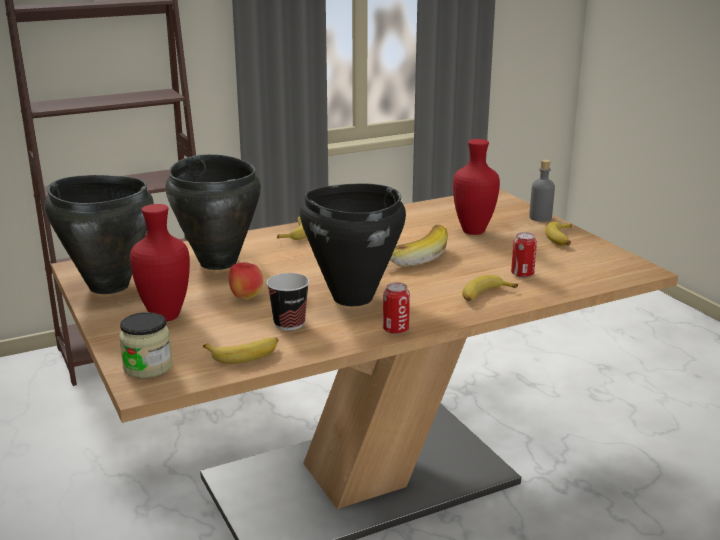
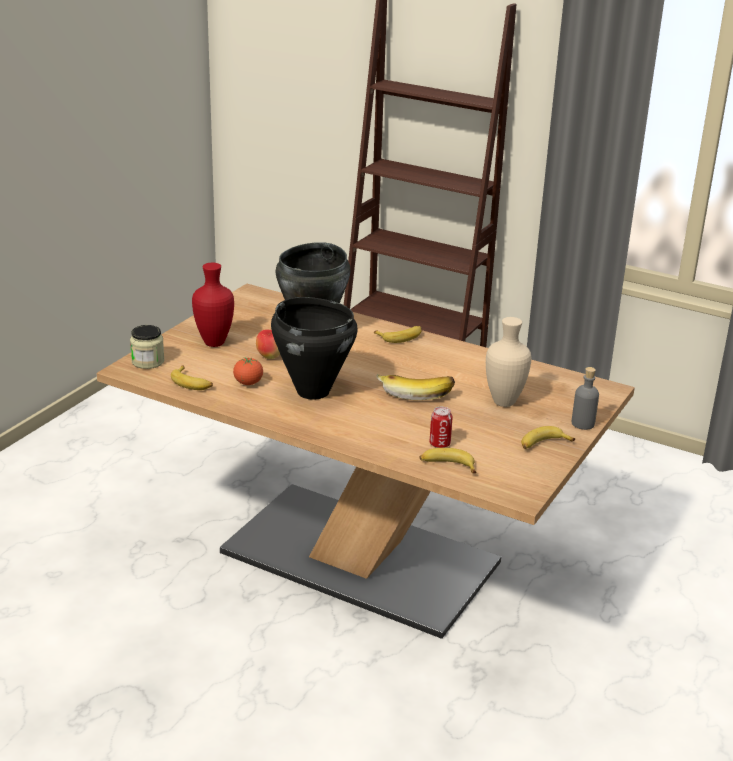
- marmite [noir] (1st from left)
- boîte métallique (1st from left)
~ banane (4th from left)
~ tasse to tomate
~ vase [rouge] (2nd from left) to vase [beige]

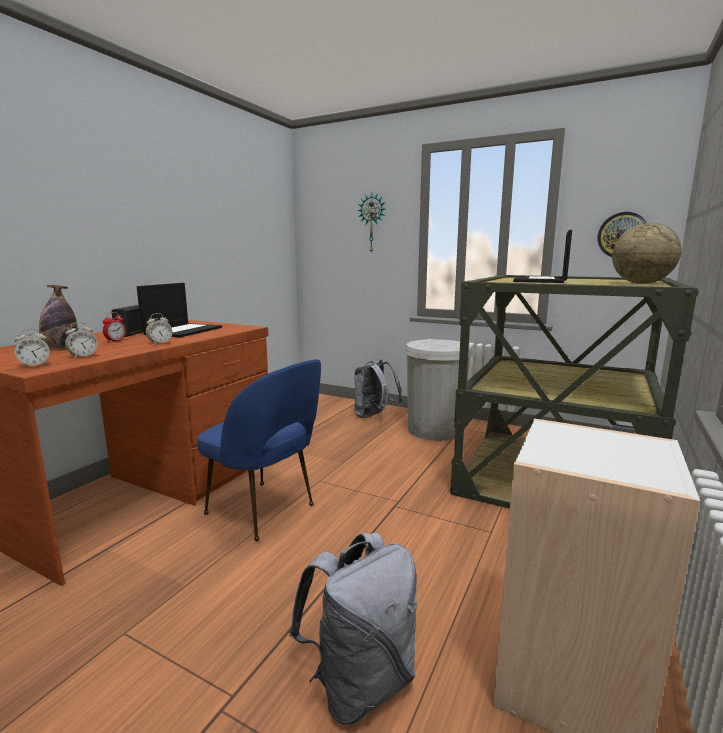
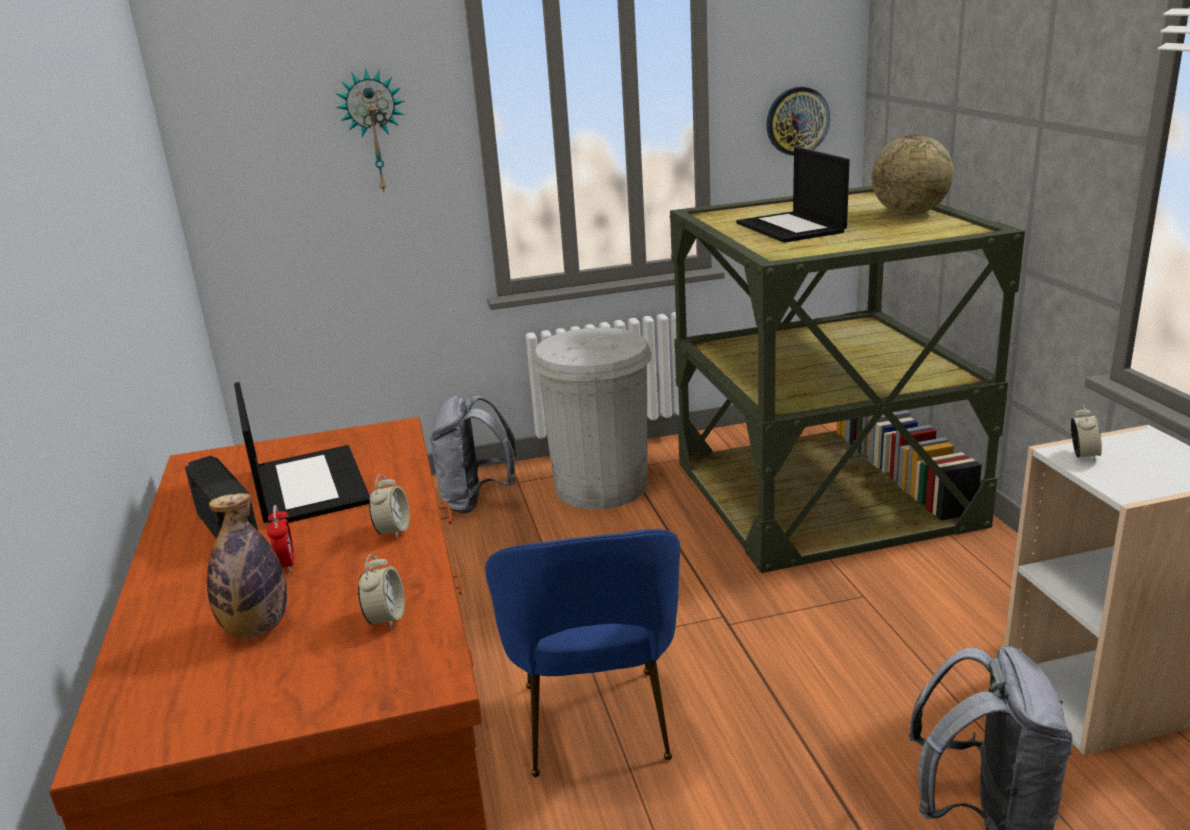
~ réveil (1st from left in the first image) to réveil (4th from left)
~ chaise [bleu] 90 degrees clockwise

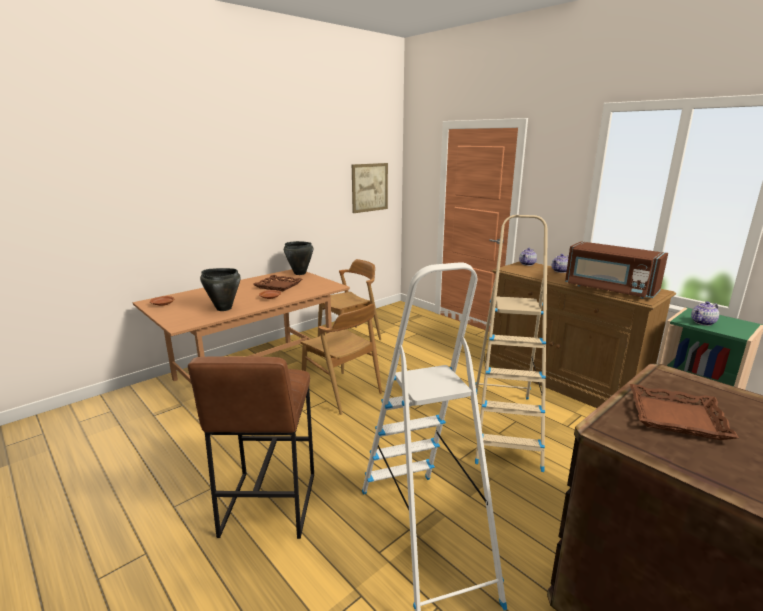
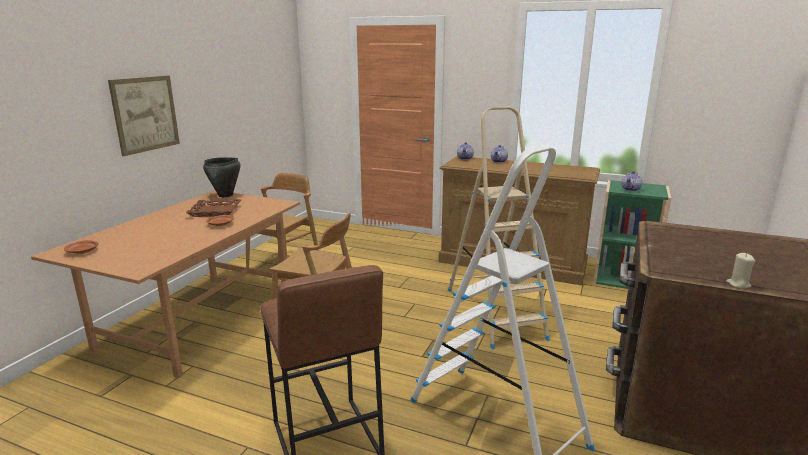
- marmite [noir] (1st from left)
- micro-ondes [marron]
- plateau [marron] (2nd from left)
+ bougie [beige]
~ tableau

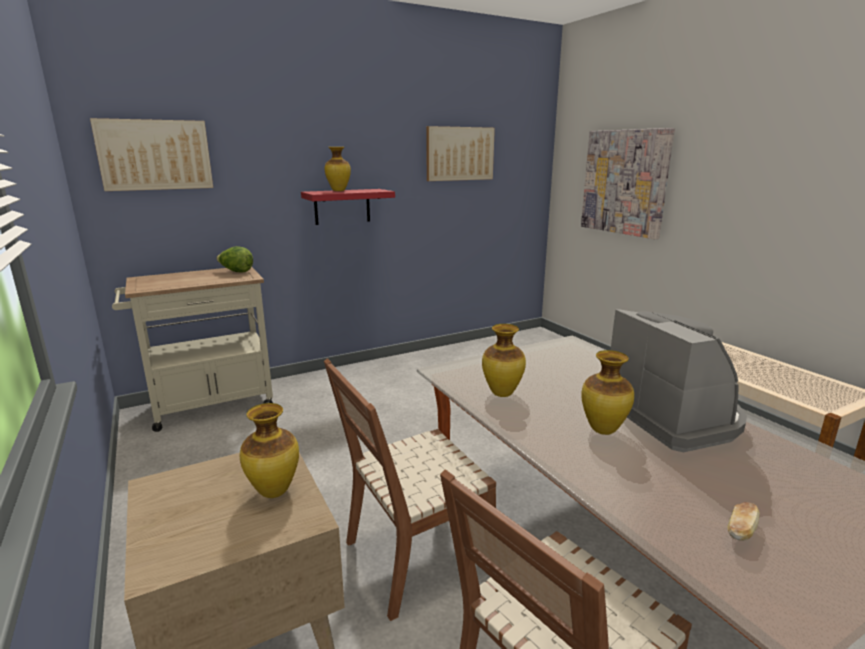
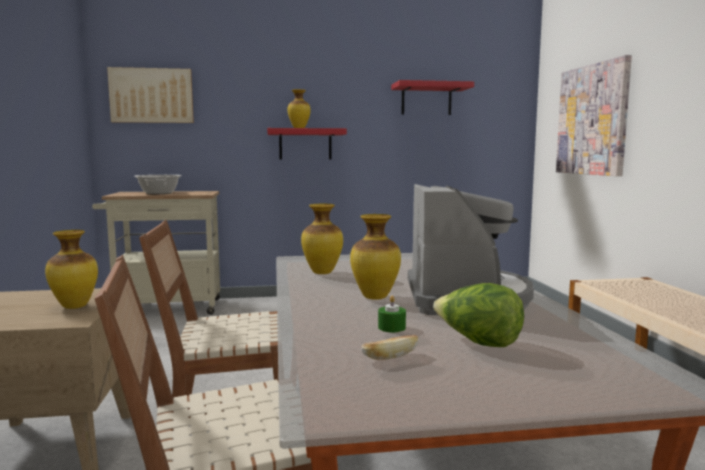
+ marmite
+ bougie [vert]
~ laitue
~ tableau (2nd from left) to étagère [rouge] (2nd from left)

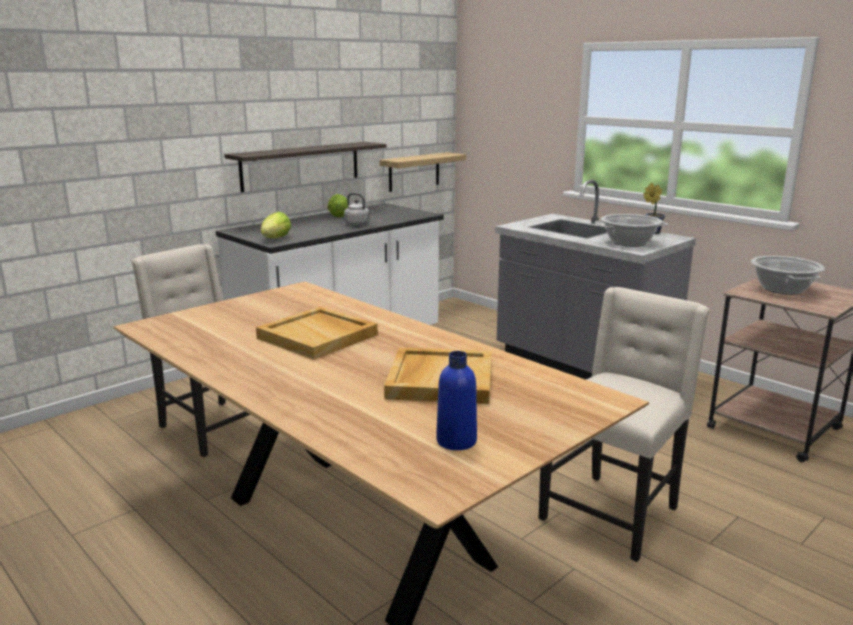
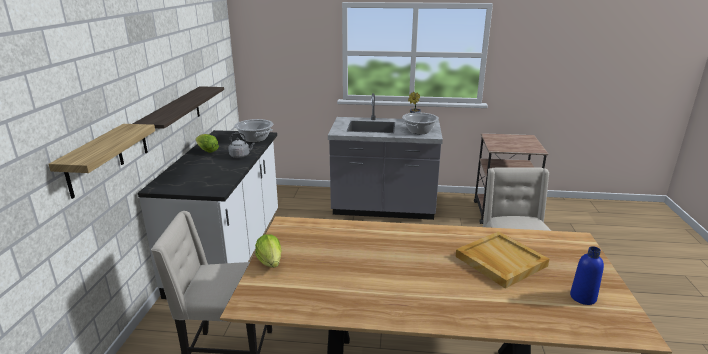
- plateau [beige] (1st from left)
~ laitue (1st from left in the first image) to laitue (2nd from left)
~ étagère (2nd from left in the first image) to étagère (1st from left)
~ marmite (2nd from left in the first image) to marmite (1st from left)

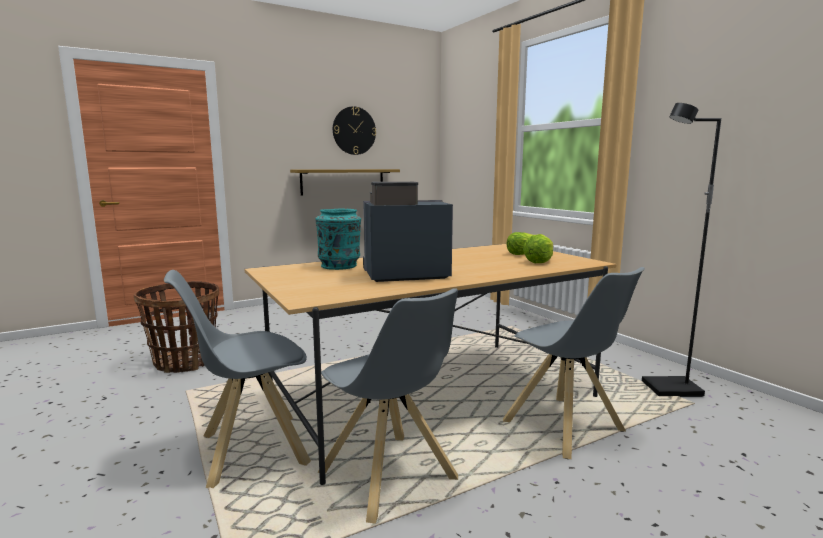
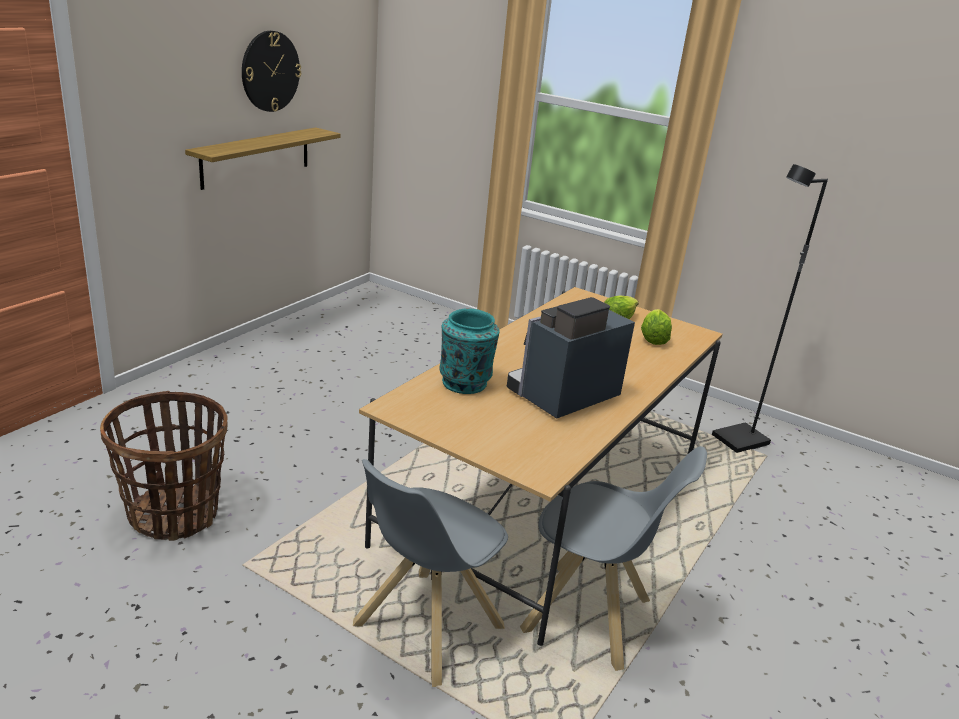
- chaise [gris] (3rd from left)

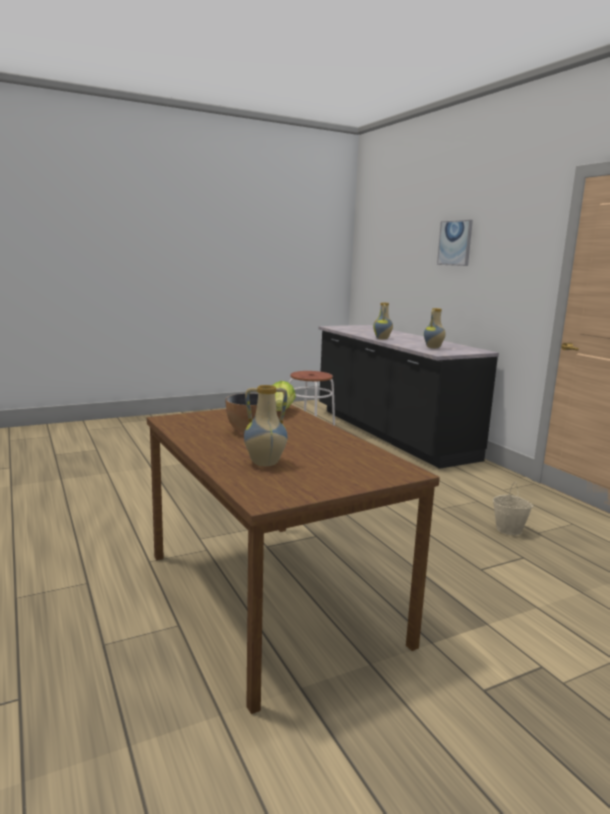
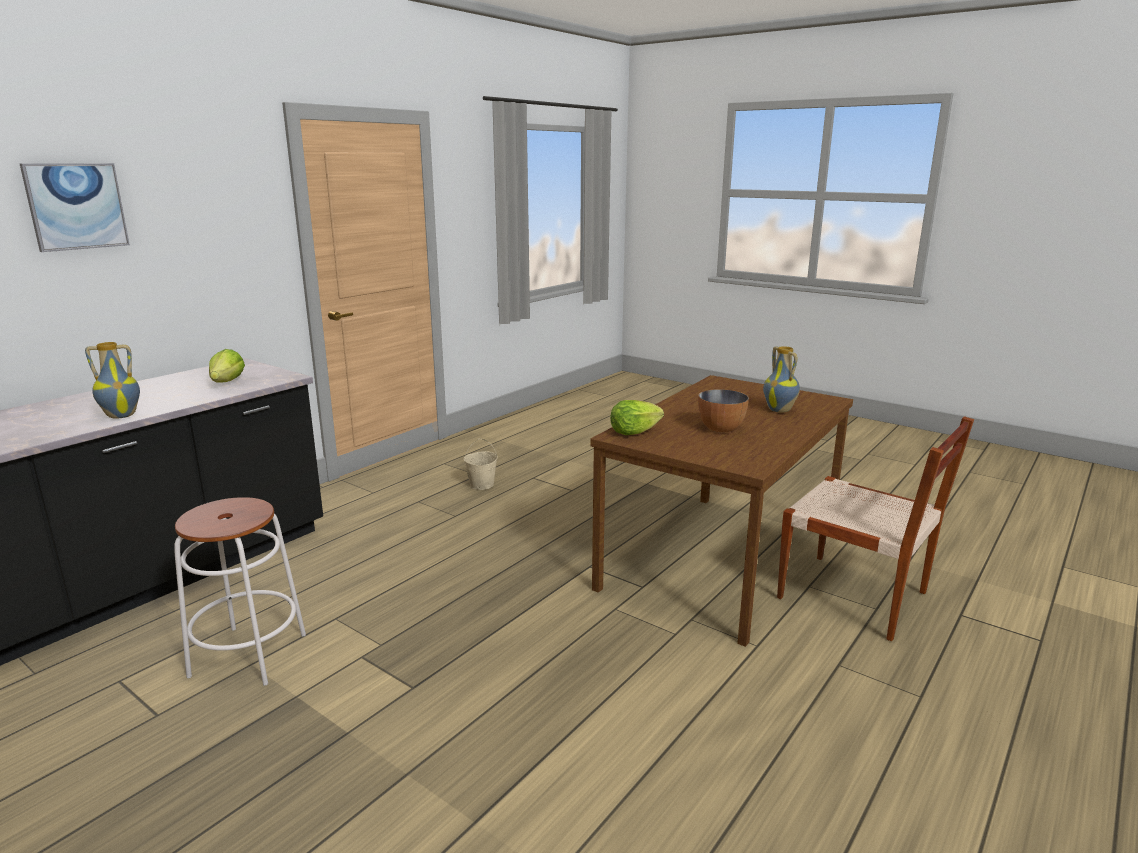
+ chaise
~ vase (3rd from left) to laitue (1st from left)

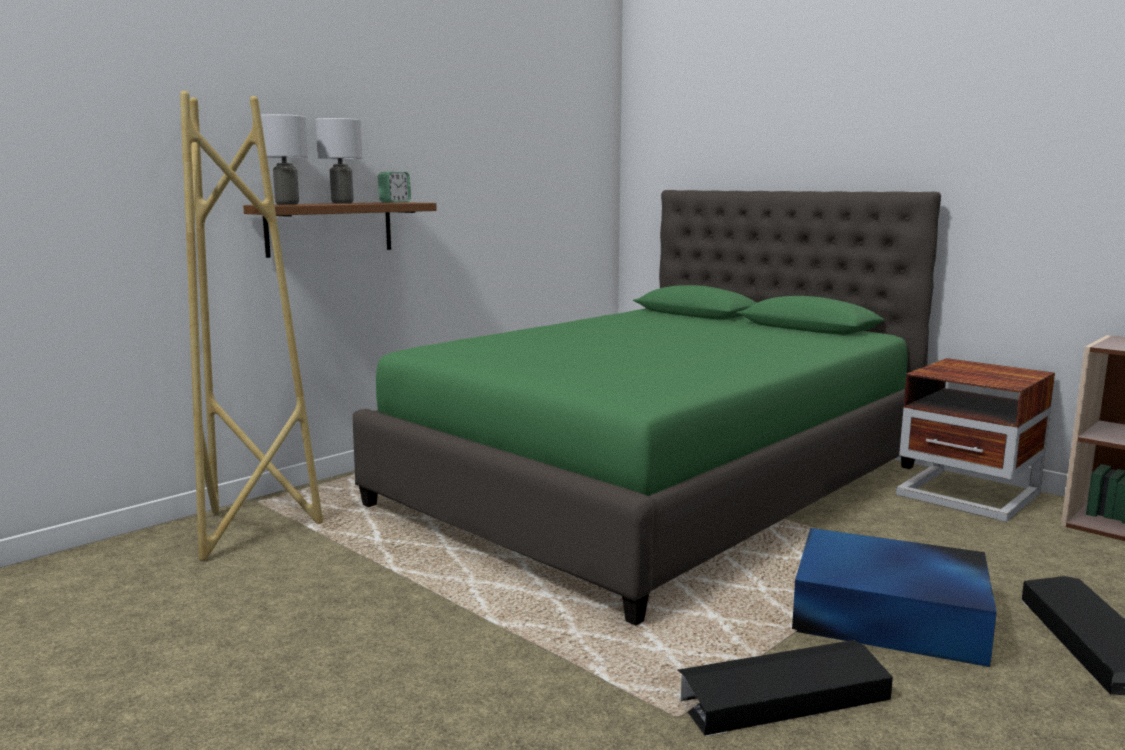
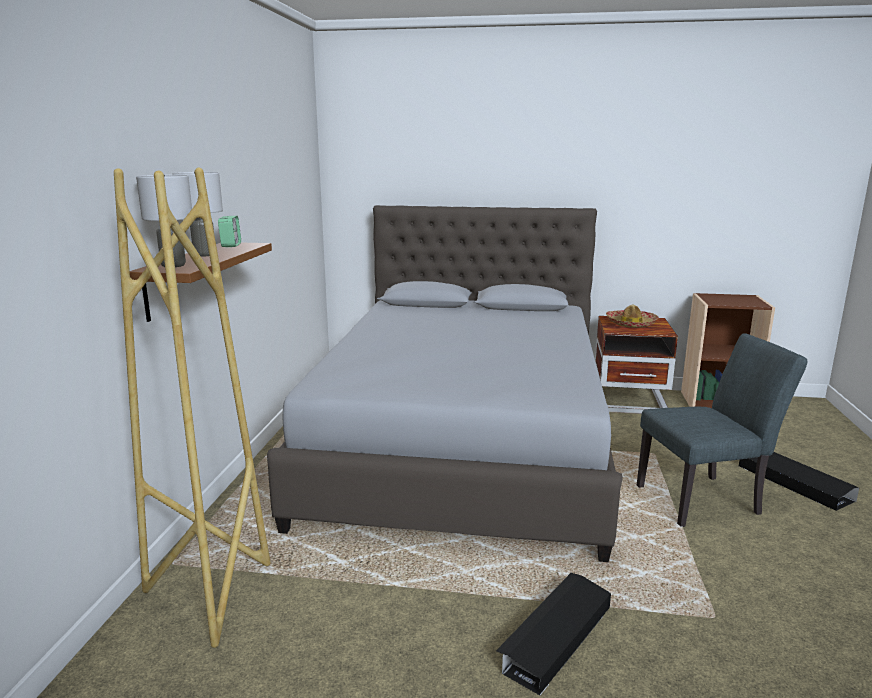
+ chapeau
~ boîte de rangement [noir] (1st from left)
~ boîte de rangement [bleu] to chaise [gris]
~ lit [vert] to lit [gris]

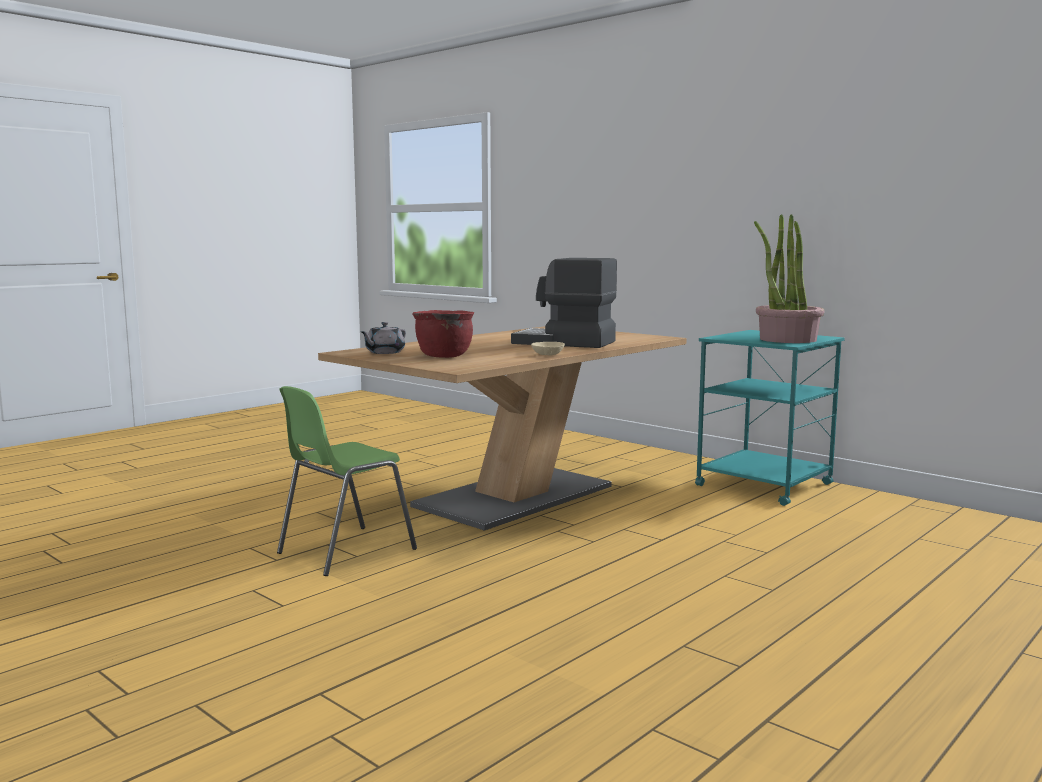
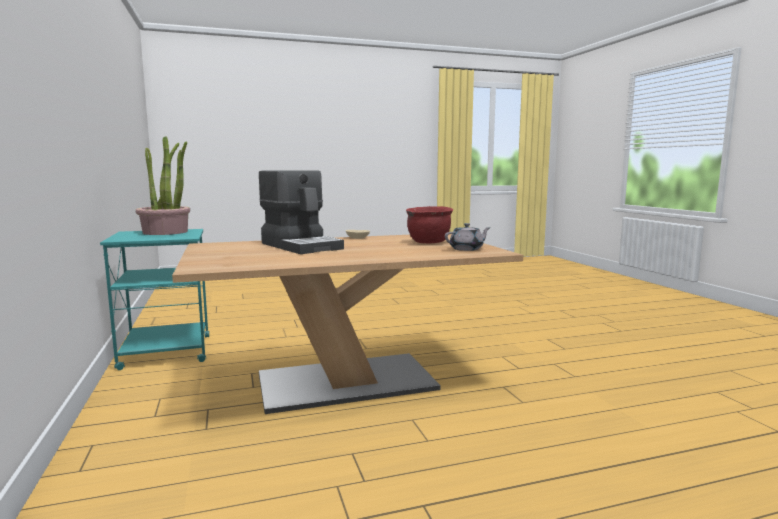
- chaise [vert]

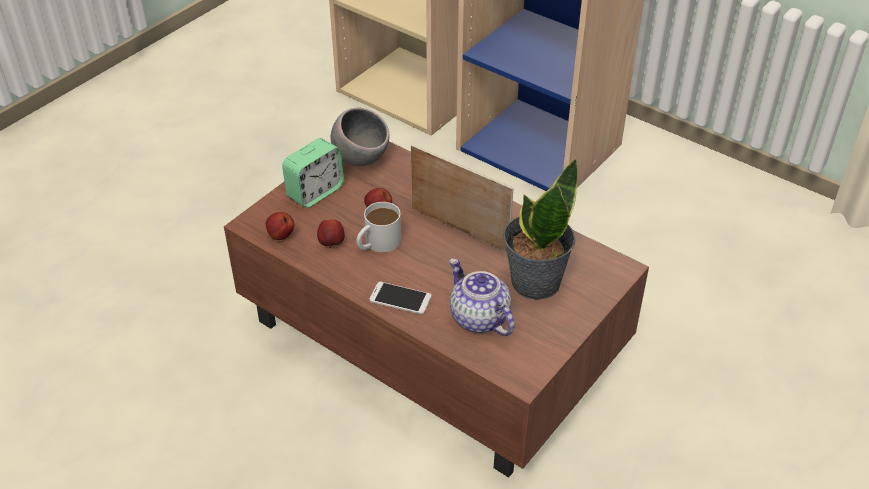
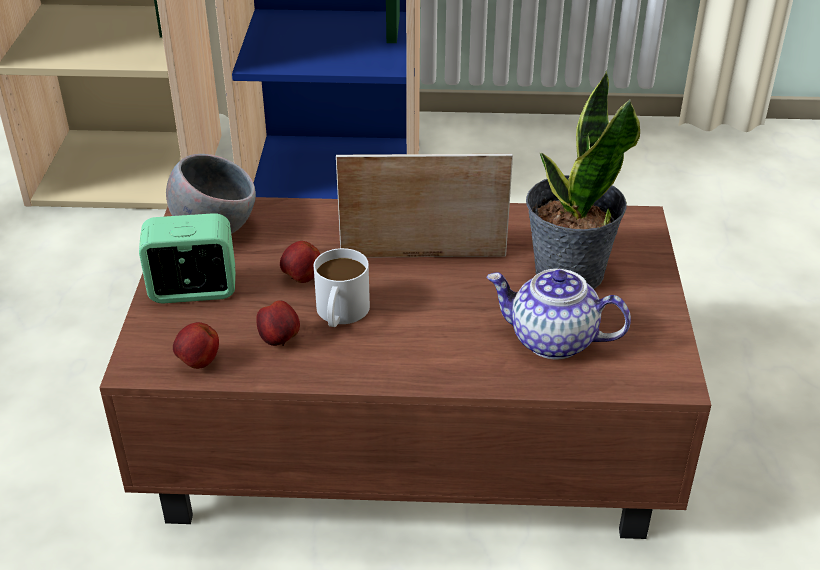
- téléphone
~ réveil 105 degrees counterclockwise

